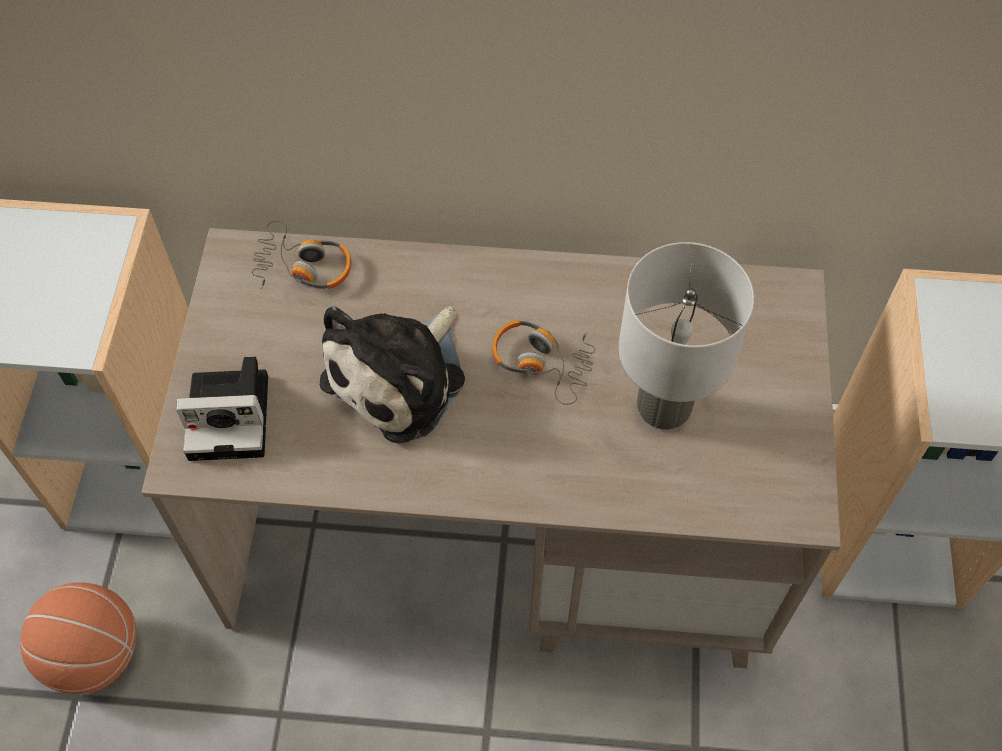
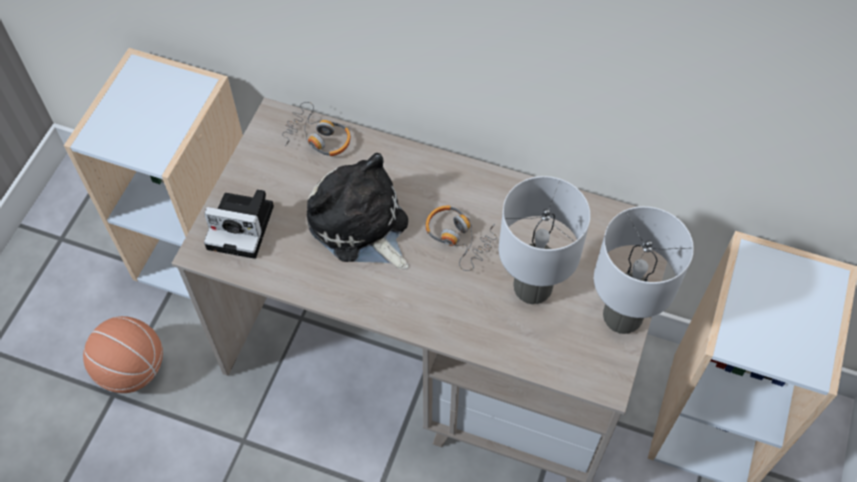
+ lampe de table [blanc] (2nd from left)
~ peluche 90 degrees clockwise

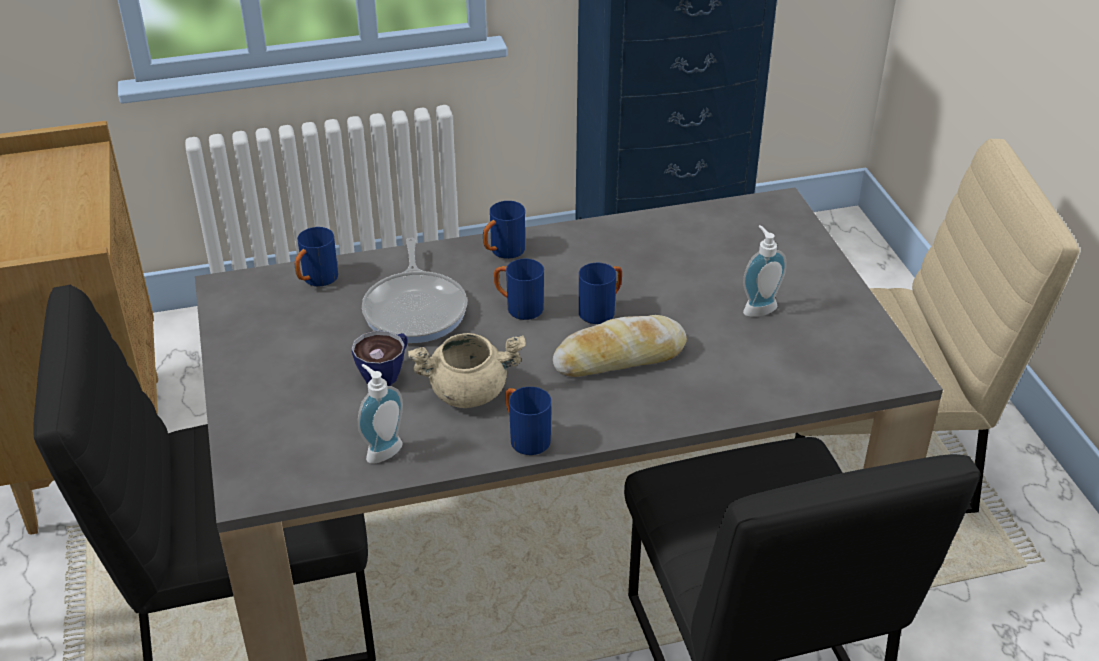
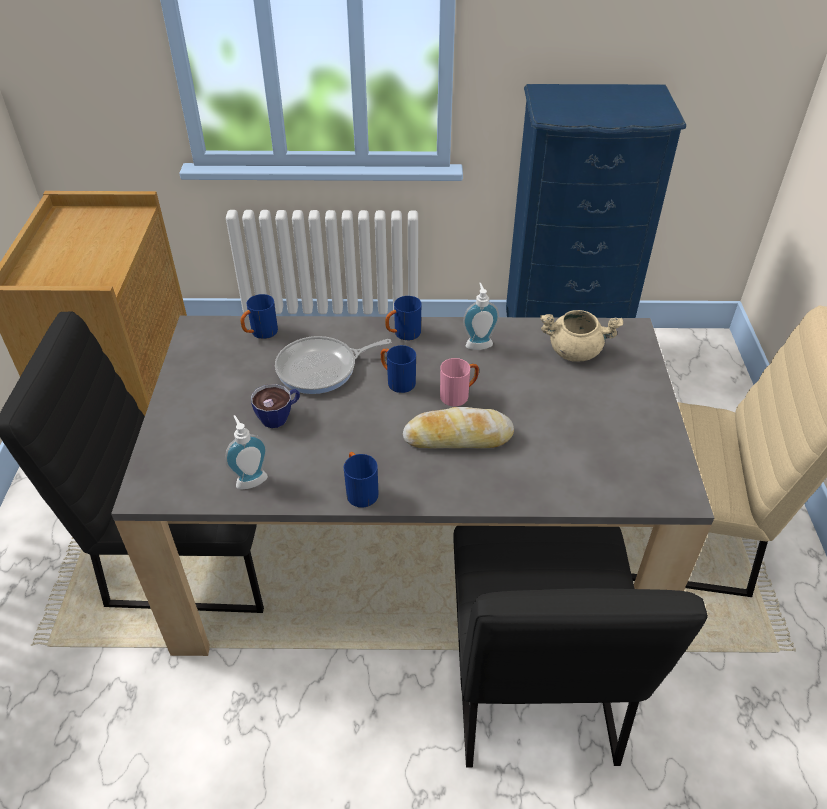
~ marmite [beige]
~ distributeur de savon (2nd from left)
~ mug [bleu] (5th from left) to mug [rose]
~ poêle 60 degrees clockwise

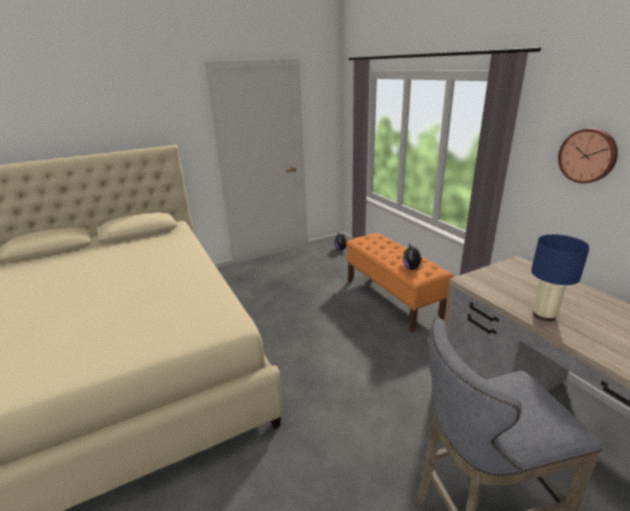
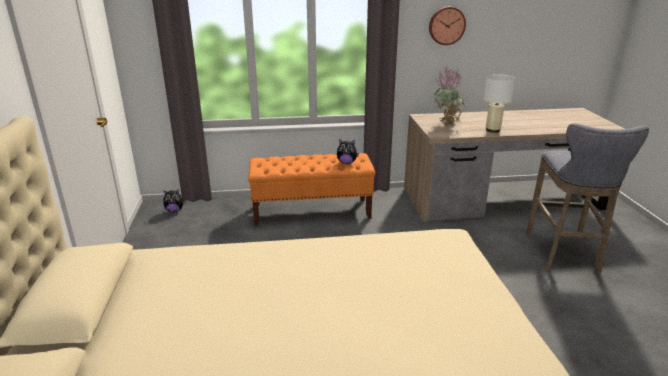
+ plante en pot
~ lampe de table [bleu] to lampe de table [blanc]

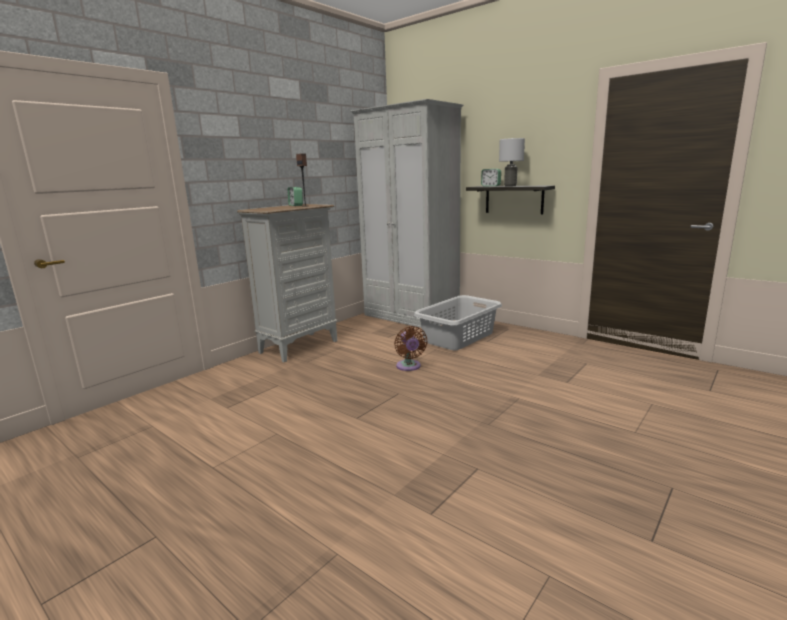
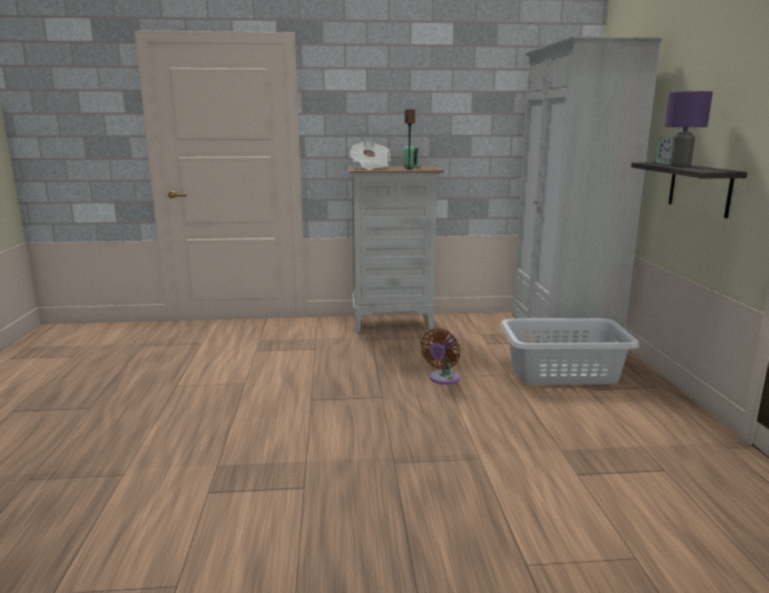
+ journal
~ lampe de table [blanc] to lampe de table [violet]

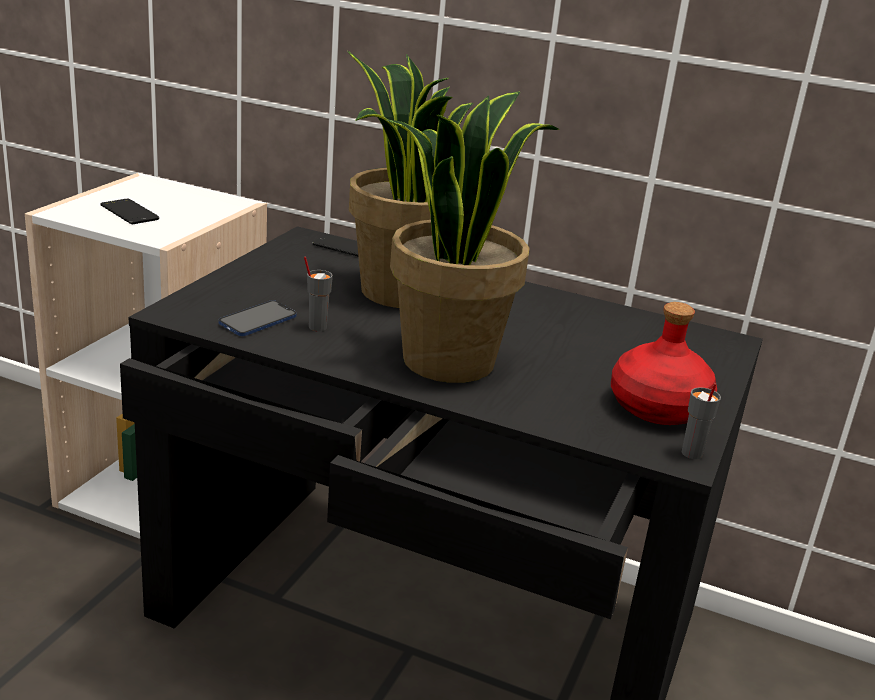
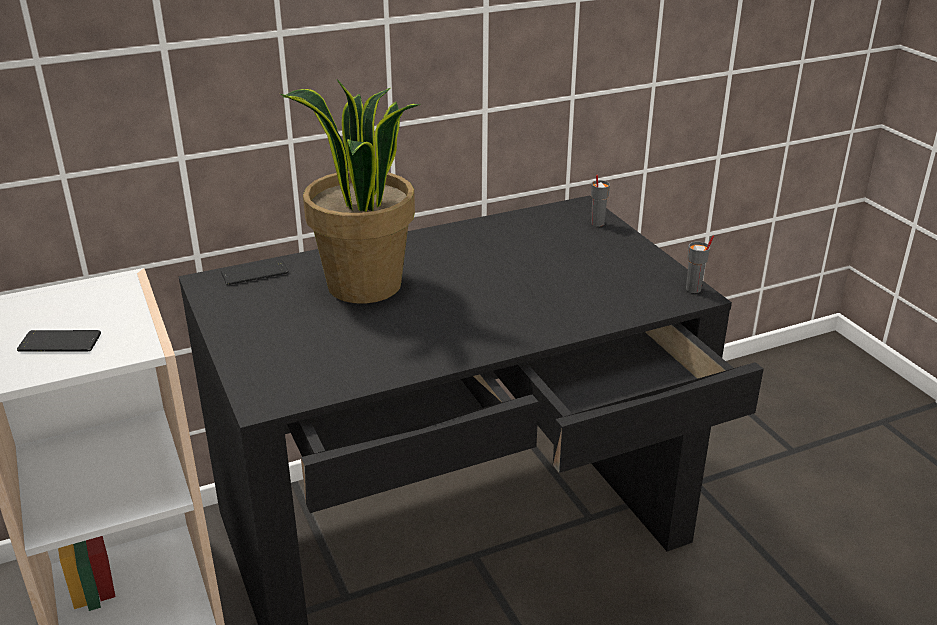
- téléphone (2nd from left)
- plante en pot (2nd from left)
- bouteille [rouge]
~ tasse [gris] (1st from left)

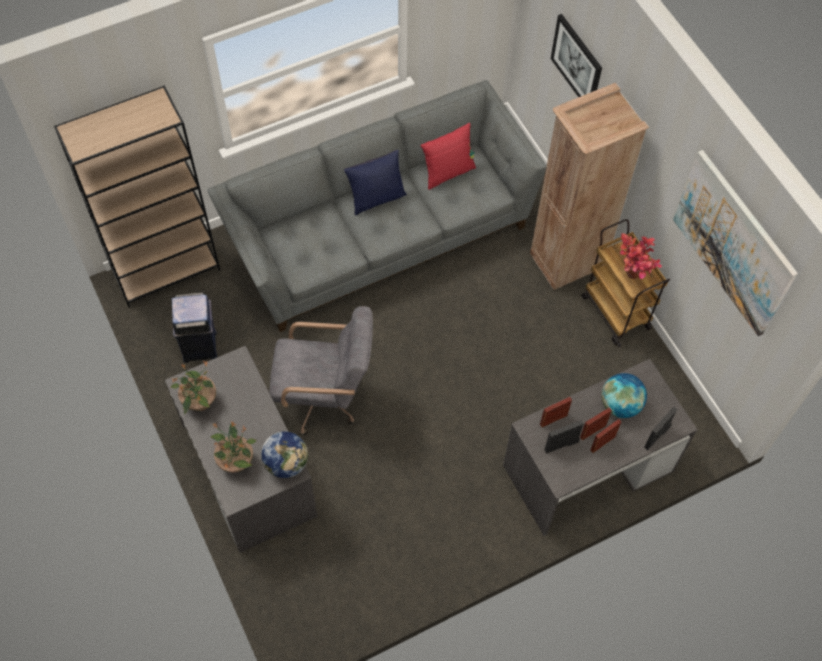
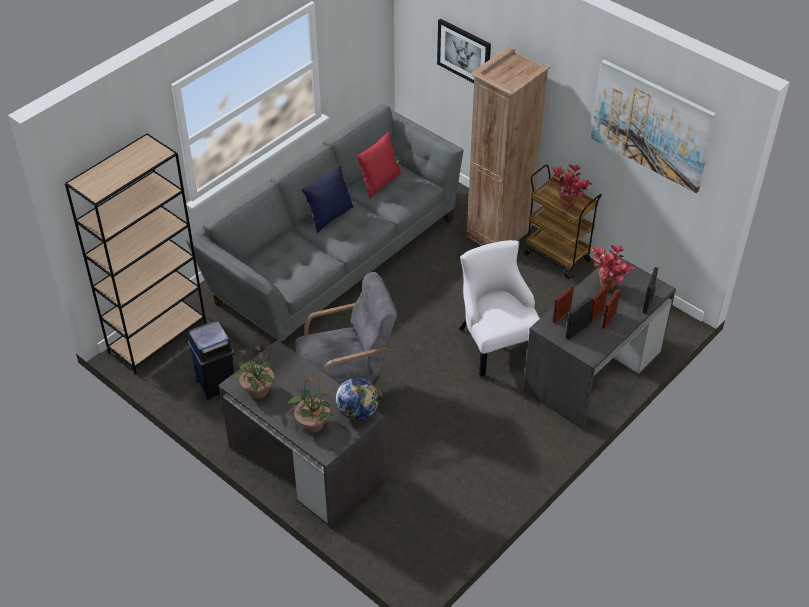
+ chaise [blanc]
~ globe (2nd from left) to plante en pot (4th from left)

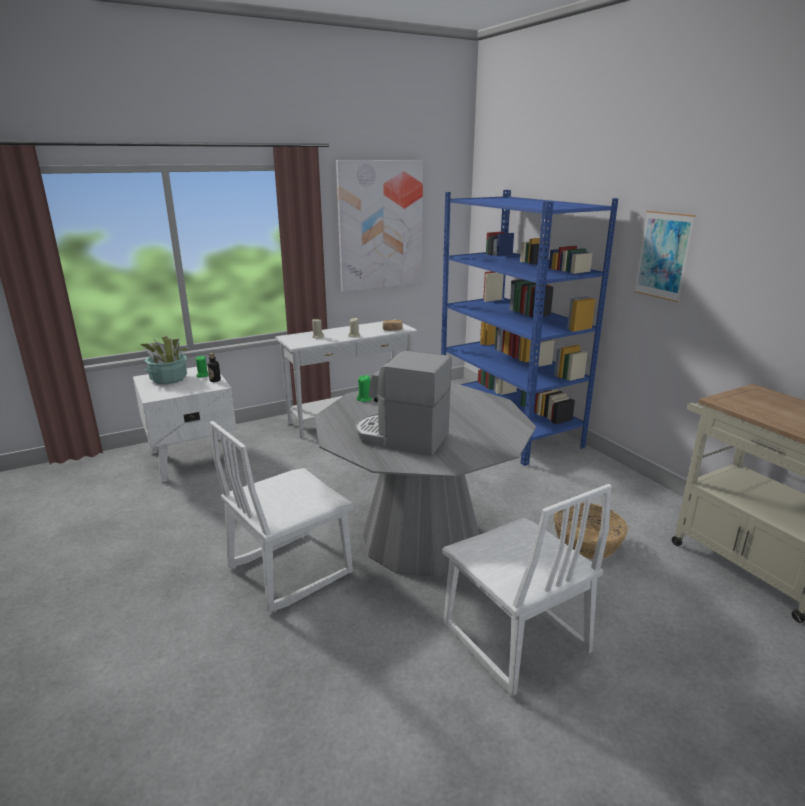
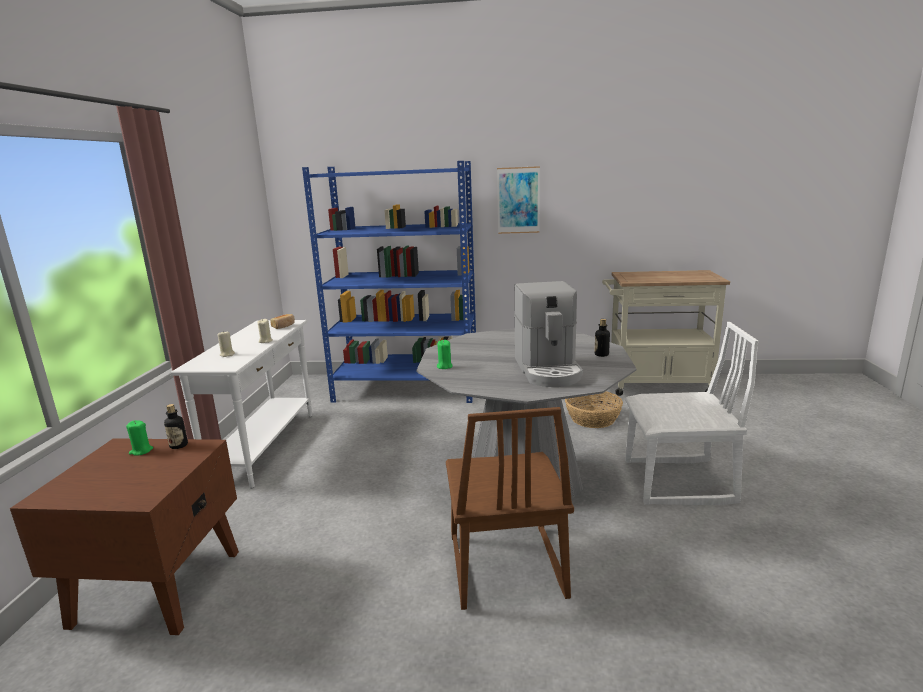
- plante en pot
- tableau (1st from left)
+ bouteille (2nd from left)
~ table de chevet [blanc] to table de chevet [marron]
~ chaise [blanc] (1st from left) to chaise [marron]
~ machine à café 60 degrees counterclockwise

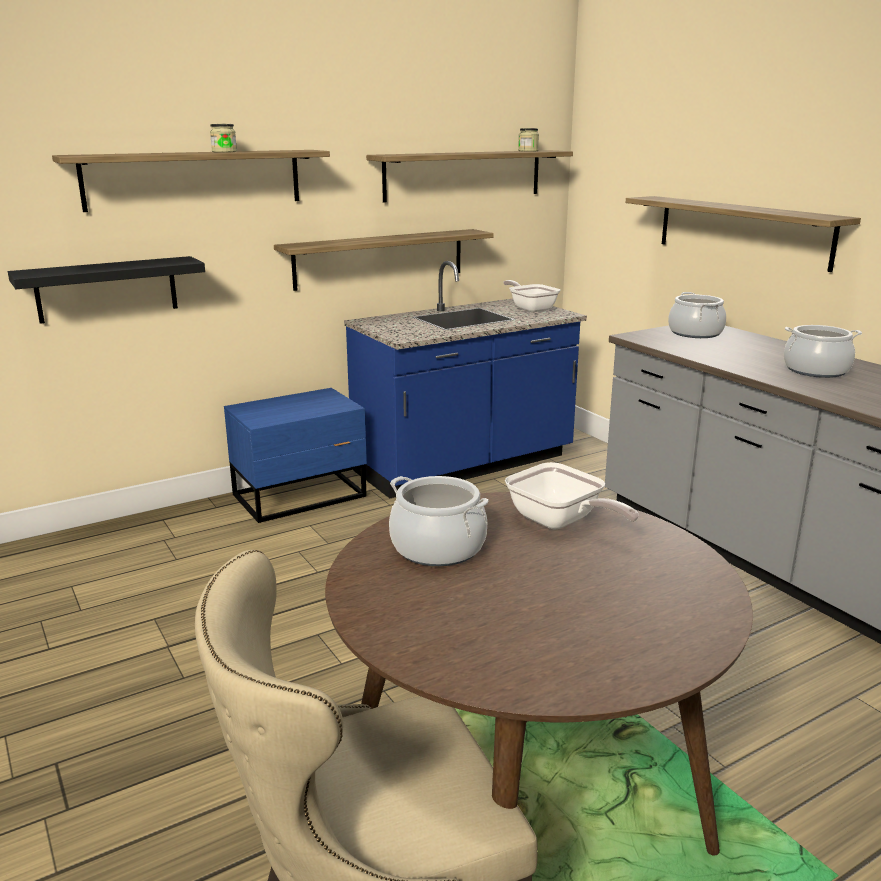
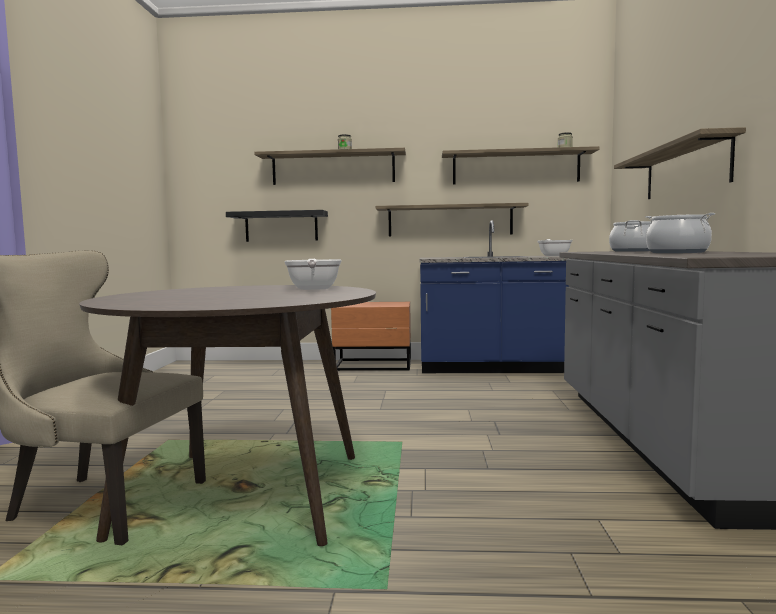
- marmite (1st from left)
~ table de chevet [bleu] to table de chevet [orange]

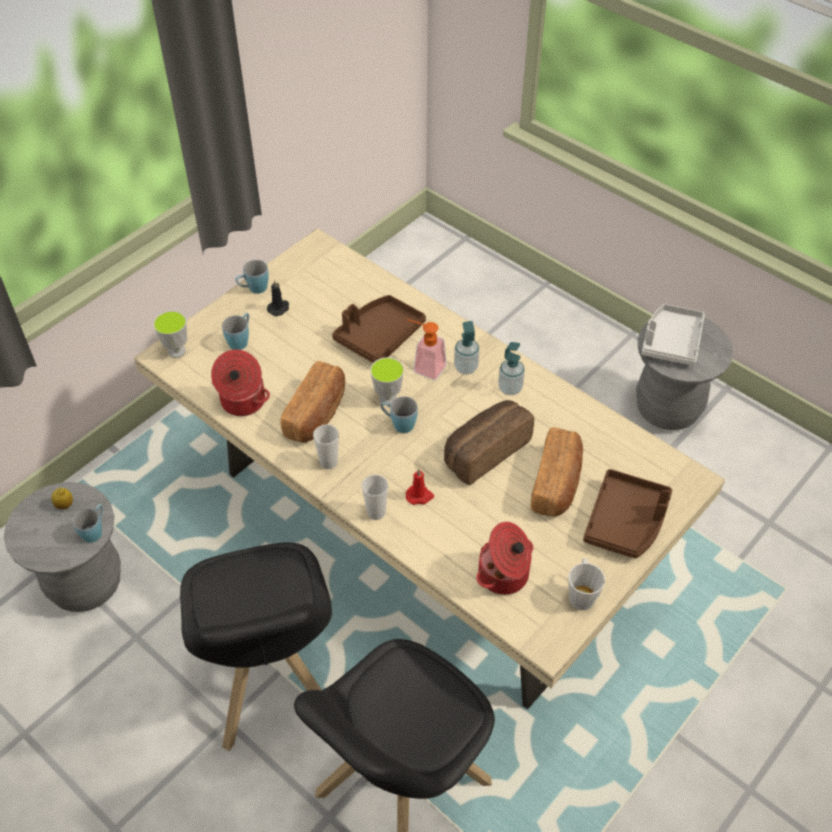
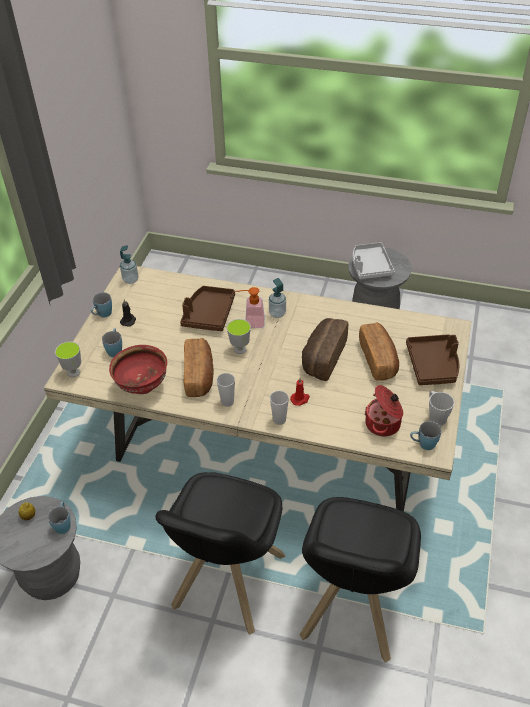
~ mug [bleu] (4th from left)
~ distributeur de savon (3rd from left in the first image) to distributeur de savon (1st from left)
~ marmite (1st from left) to bol [rouge]
~ chaise [noir] (1st from left) 60 degrees clockwise

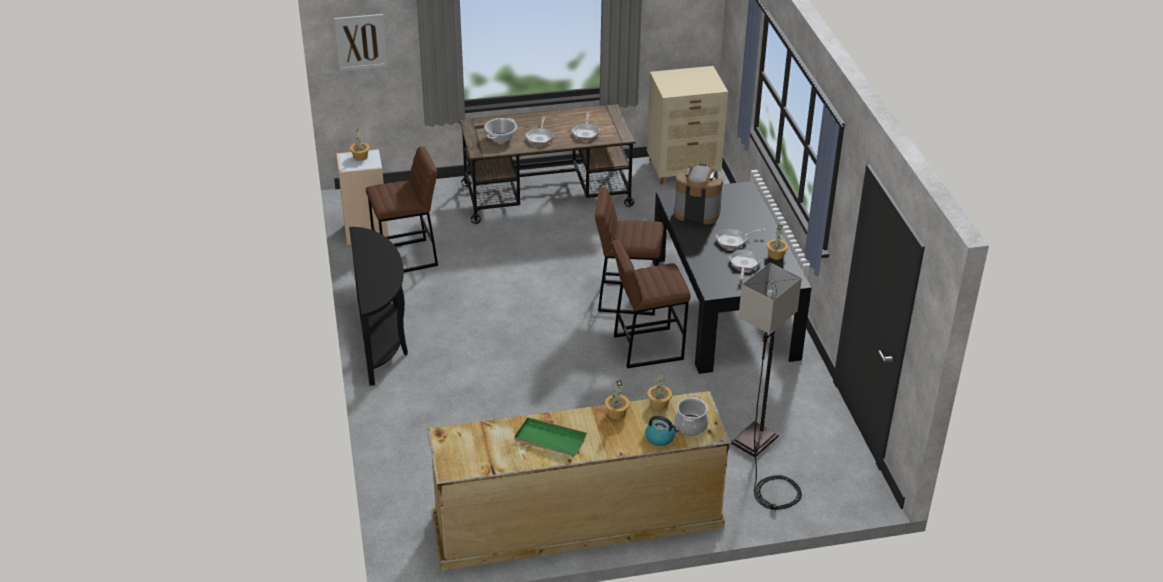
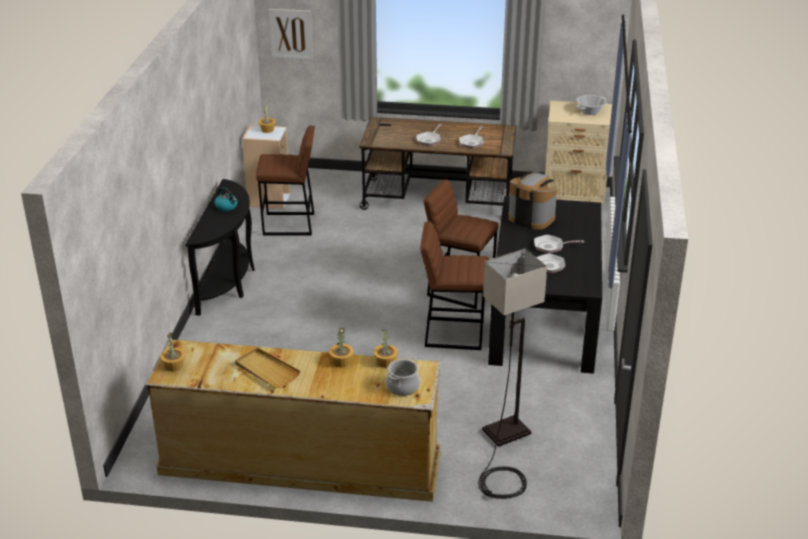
~ marmite (1st from left in the first image) to marmite (2nd from left)
~ bouilloire
~ plante en pot (4th from left in the first image) to plante en pot (1st from left)
~ plateau [vert] to plateau [beige]

